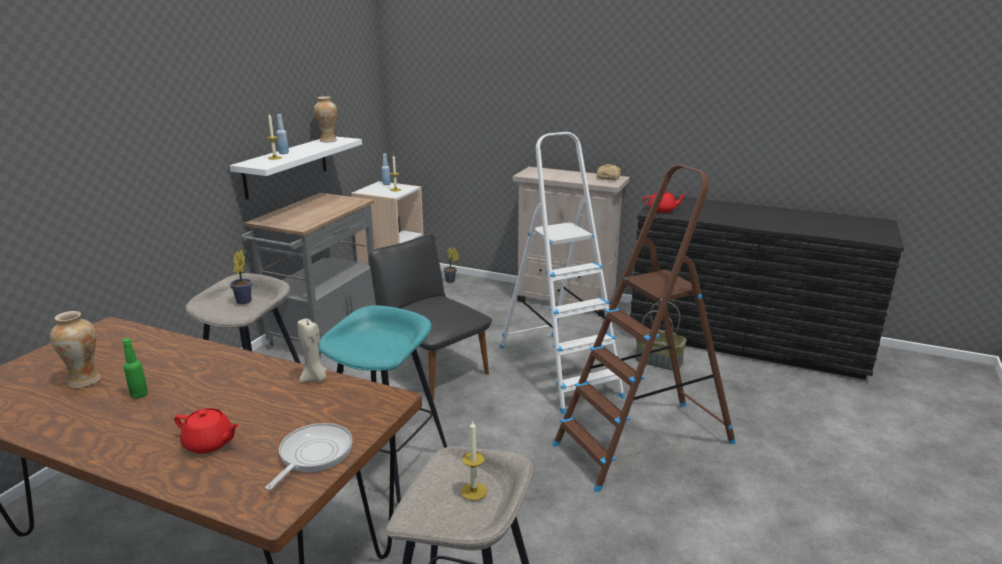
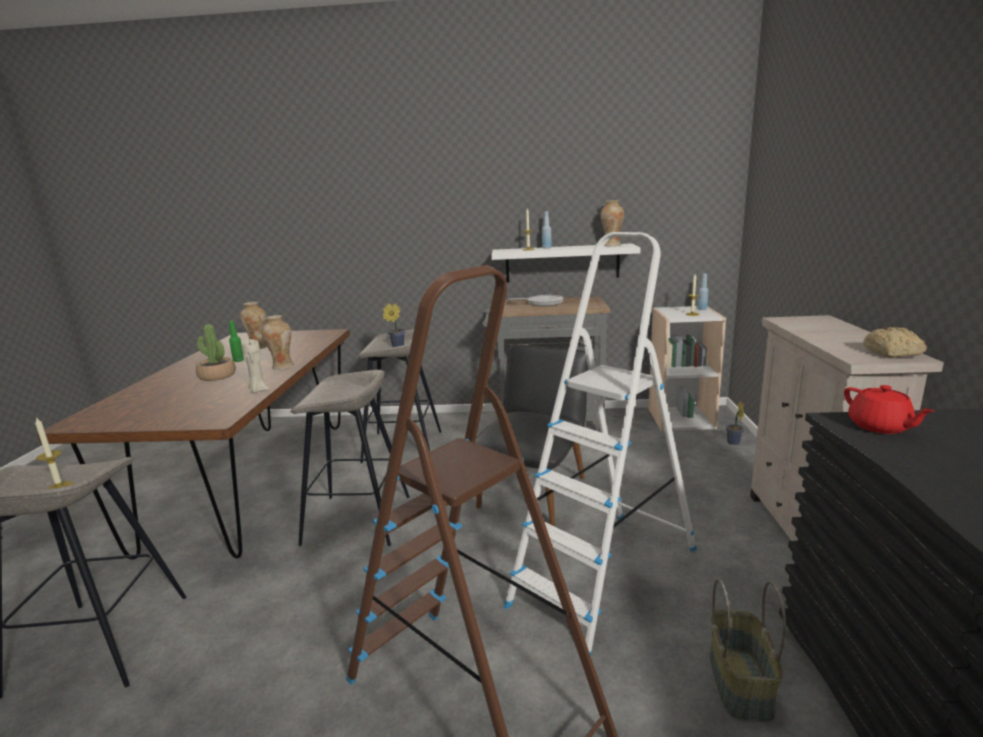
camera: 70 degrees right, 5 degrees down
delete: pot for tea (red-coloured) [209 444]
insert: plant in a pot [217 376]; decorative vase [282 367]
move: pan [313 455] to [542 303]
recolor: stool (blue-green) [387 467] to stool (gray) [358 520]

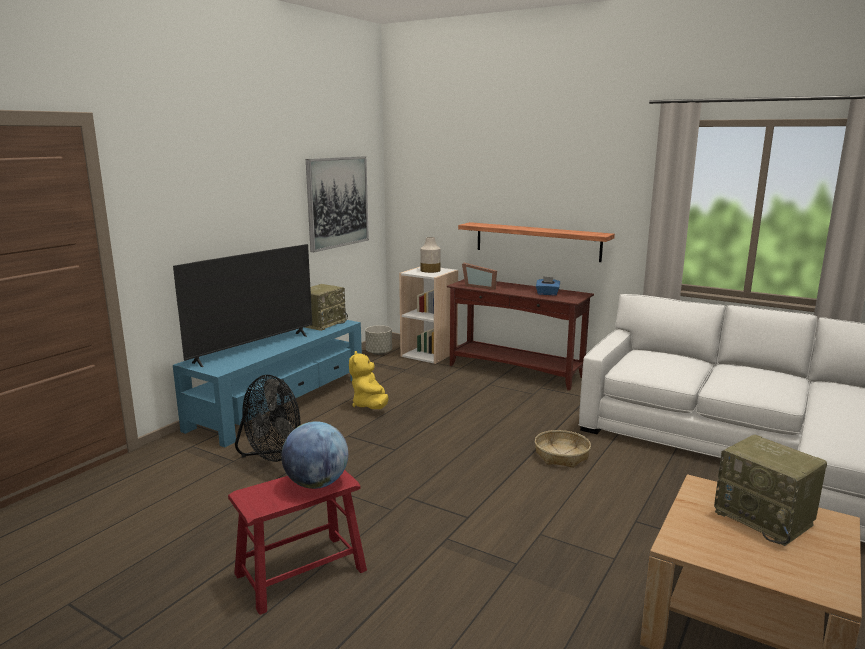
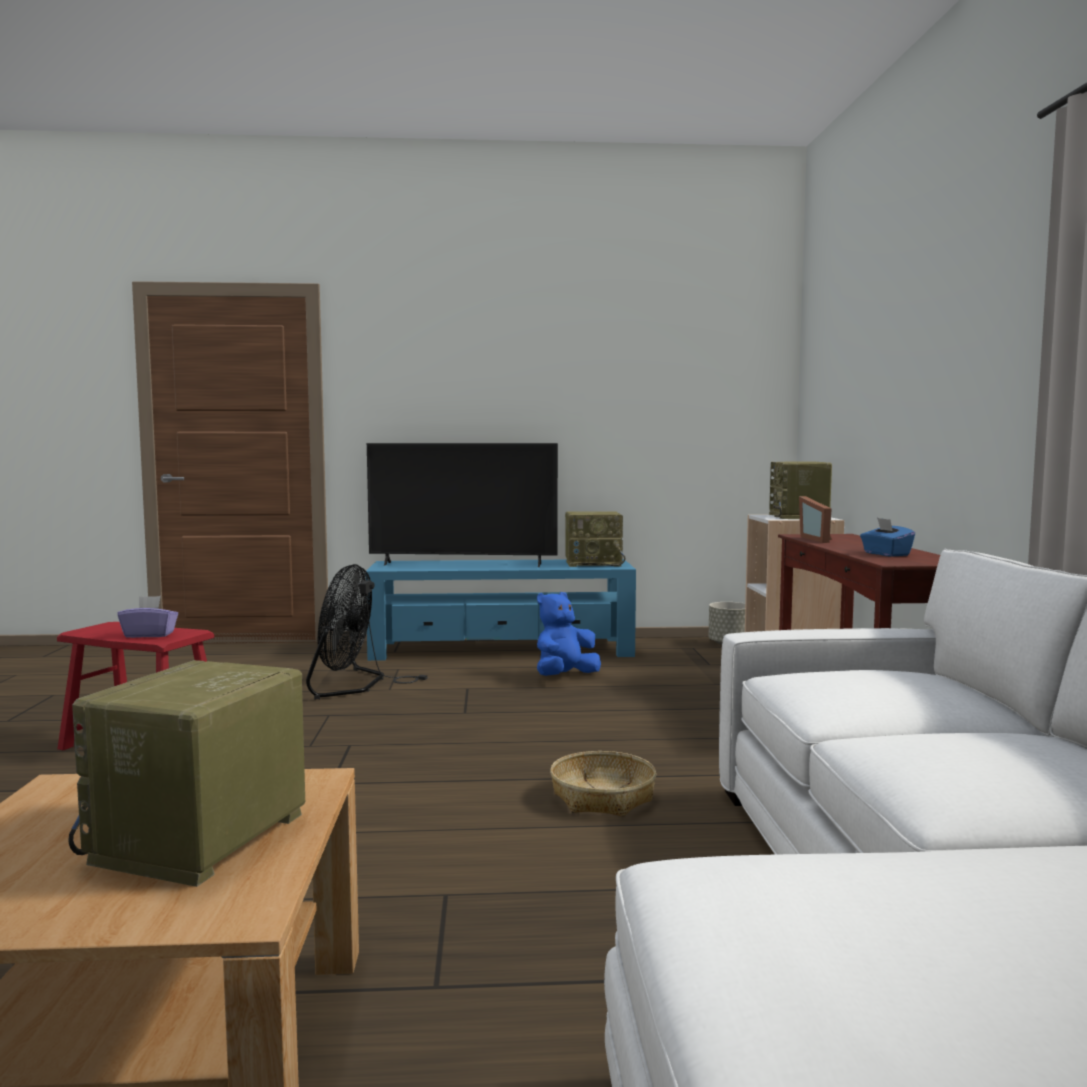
camera: 55 degrees right, 10 degrees down
delete: picture [337 202]; bracket shelf [537 241]
replace: globe [316 484] to tissue box (purple) [149 635]; decorative vase (sand-coloured) [430 270] to radio [799 517]
recolor: soft toy (yellow-coloured) [370 405] to soft toy (blue) [564 677]

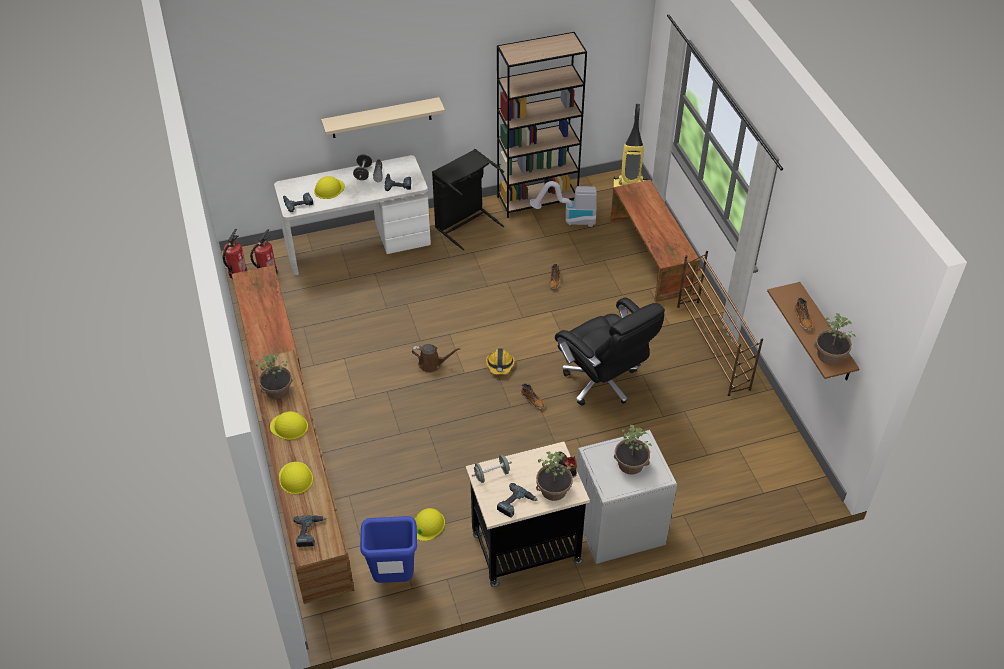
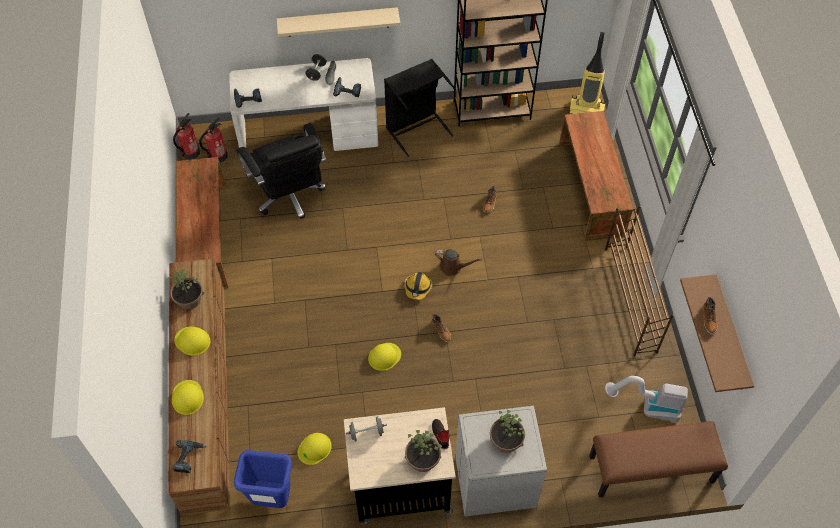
camera: 10 degrees right, 10 degrees up
delete: drill [516 504]; plant in a pot [829 355]
insert: indoor bench (brownish) [650 470]
move: computer chair (black-coloured) [603 384] to [291 198]; safety helmet (yellow-coloured) [329 189] to [384 356]; sprinkling can (brownish) [432 364] to [453 267]; hoover [568 219] to [647 407]

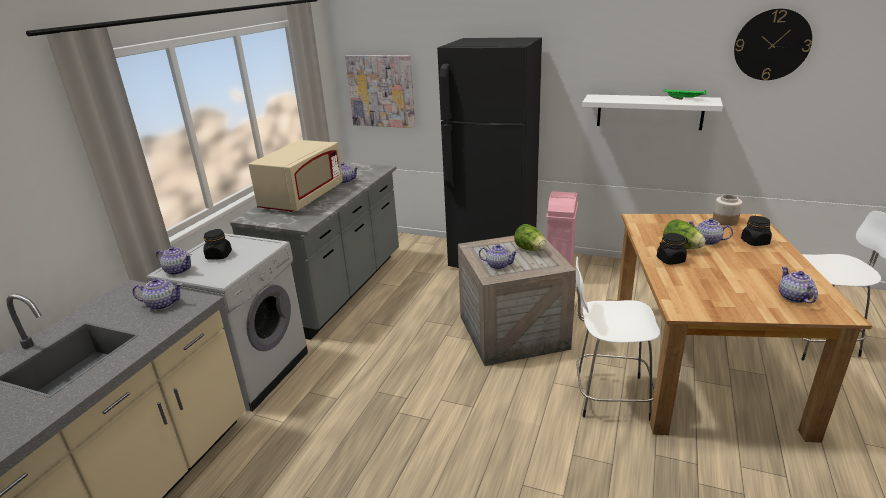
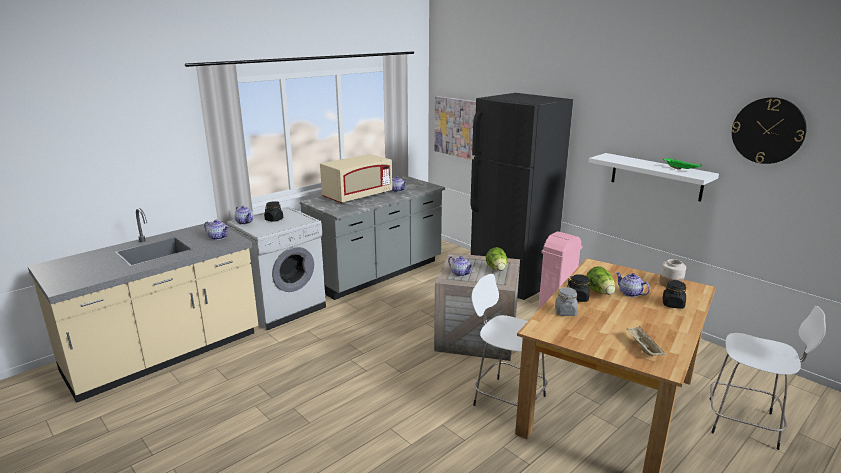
camera: 25 degrees right, 5 degrees down
insert: storage jar (gray) [565 312]
replace: pot for tea [794 298] to tray (sand-coloured) [643 348]

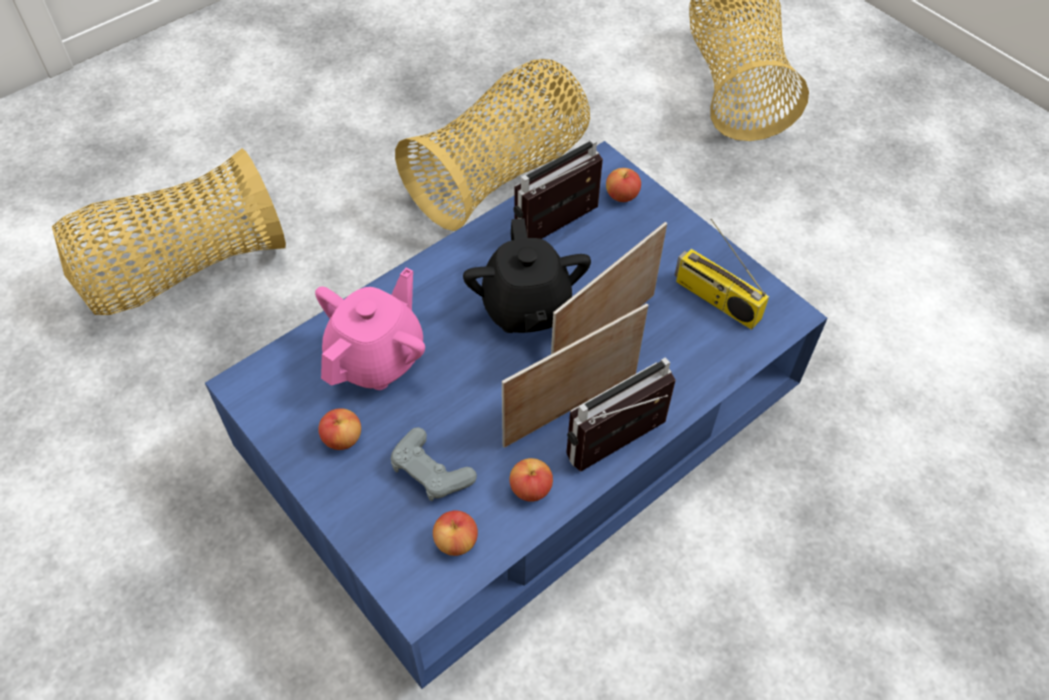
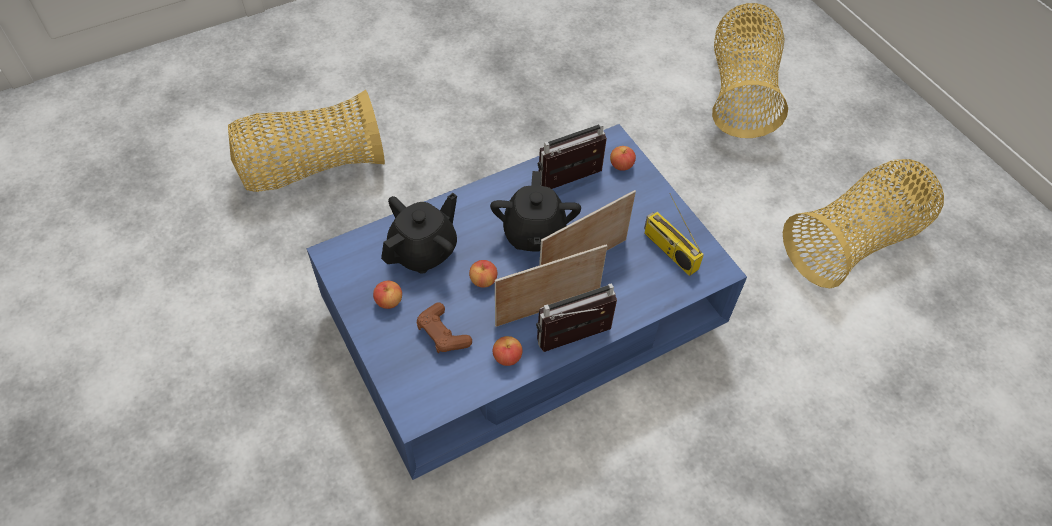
camera: 10 degrees right, 0 degrees up
move: apple [456 541] to [483 280]; household basket [500 175] to [853 242]
recolor: pot for tea (pink) [377 358] to pot for tea (black-coloured) [424 251]; gamepad (gray) [431 472] to gamepad (brownish) [442 334]

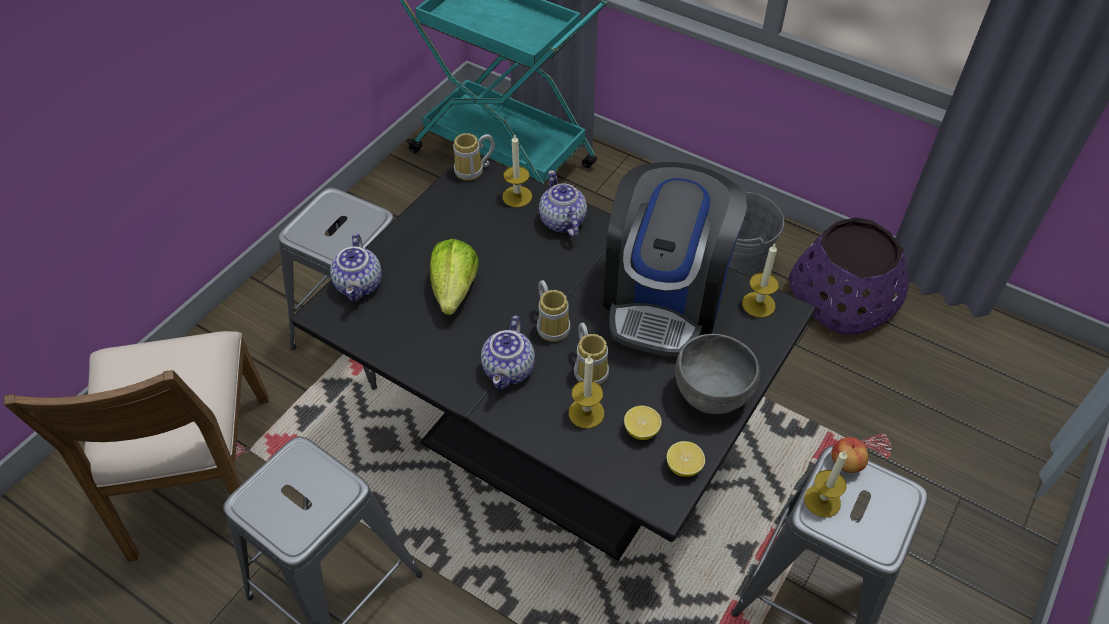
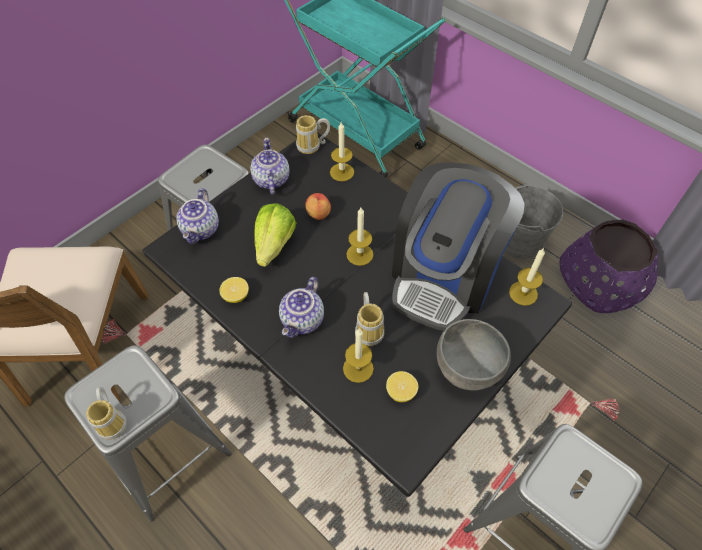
camera: 10 degrees right, 5 degrees up
move: coffee mug [553 325] to [114 421]; whole lemon [684 466] to [236 296]; pot for tea [562 221] to [271 180]; apple [846 464] to [318 214]; candle [822 501] to [359 254]

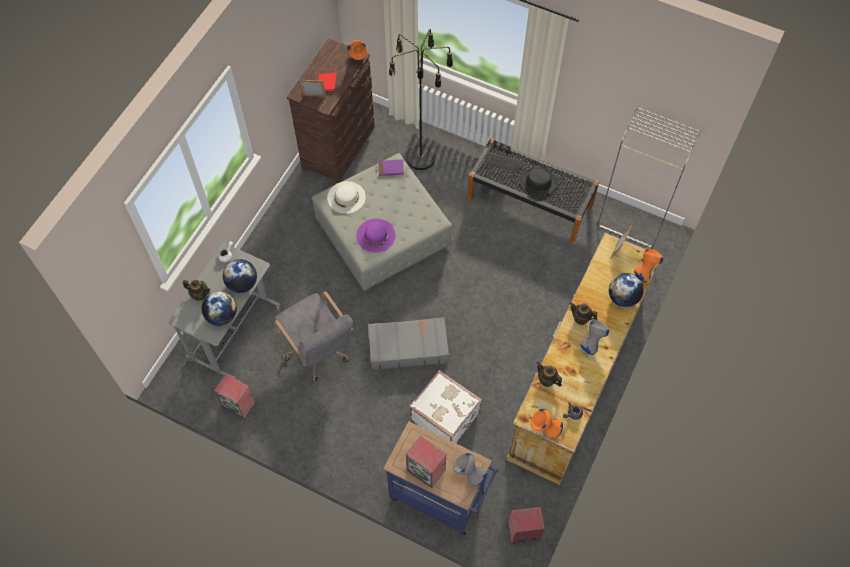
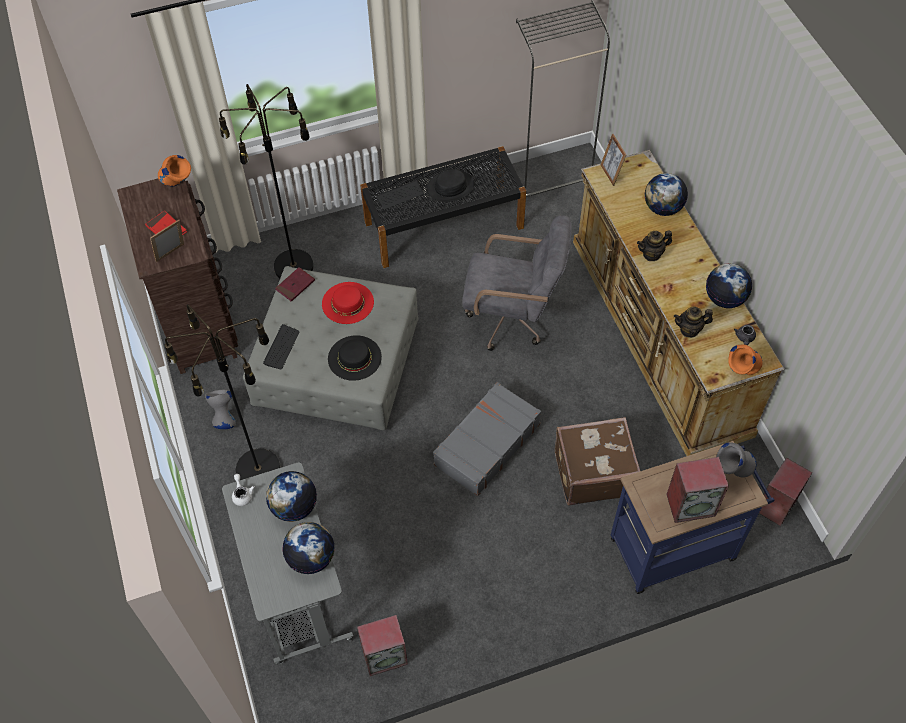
camera: 45 degrees left, 5 degrees down
delete: pot for tea [199 294]; decorative vase (orange-coloured) [645 271]
insert: standing lamp [257 471]; wearable hat (red-coloured) [347 303]; globe [724 299]
move: decorative vase (gray) [591 343] to [224 418]; computer chair (gray) [319 354] to [512 321]
replace: wearable hat (white-coloured) [346 197] to computer keyboard [281 348]
recolor: book (purple) [391 168] to book (red-coloured) [295 285]; wearable hat (purple) [375 235] to wearable hat (black-coloured) [354 357]; suitcase (white-coloured) [445 415] to suitcase (brownish) [592 472]

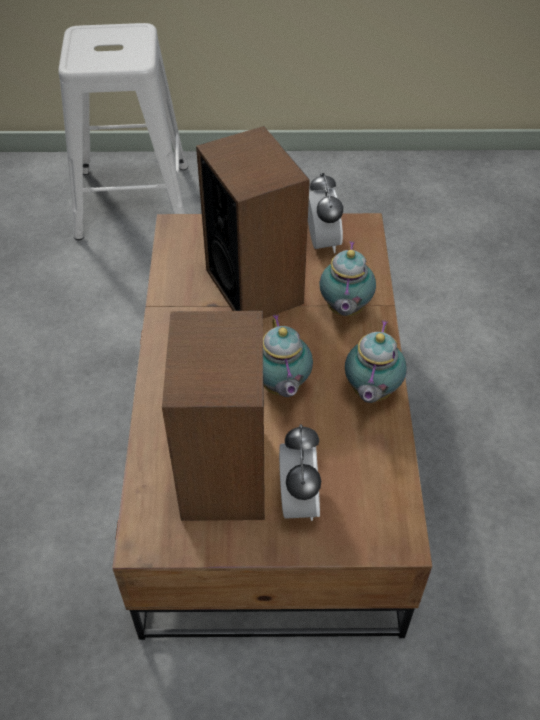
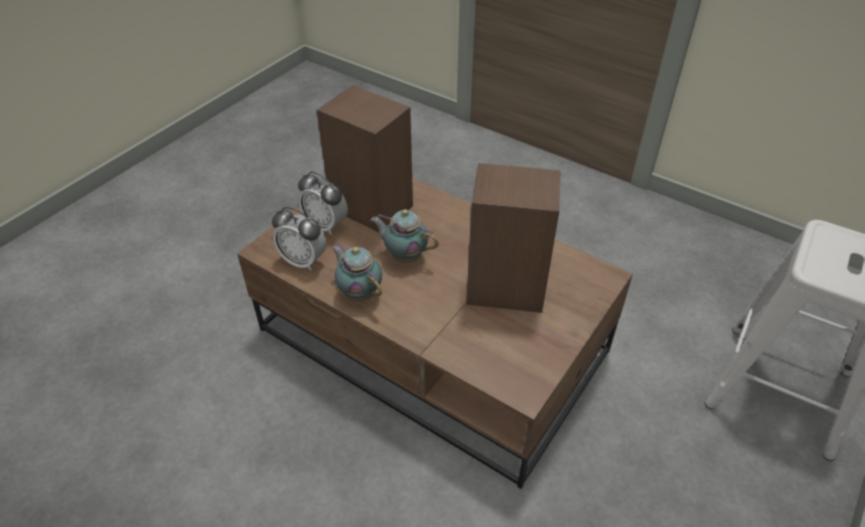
camera: 125 degrees right, 5 degrees down
delete: pot for tea [344 310]
move: bedside clock [322 242] to [303 260]

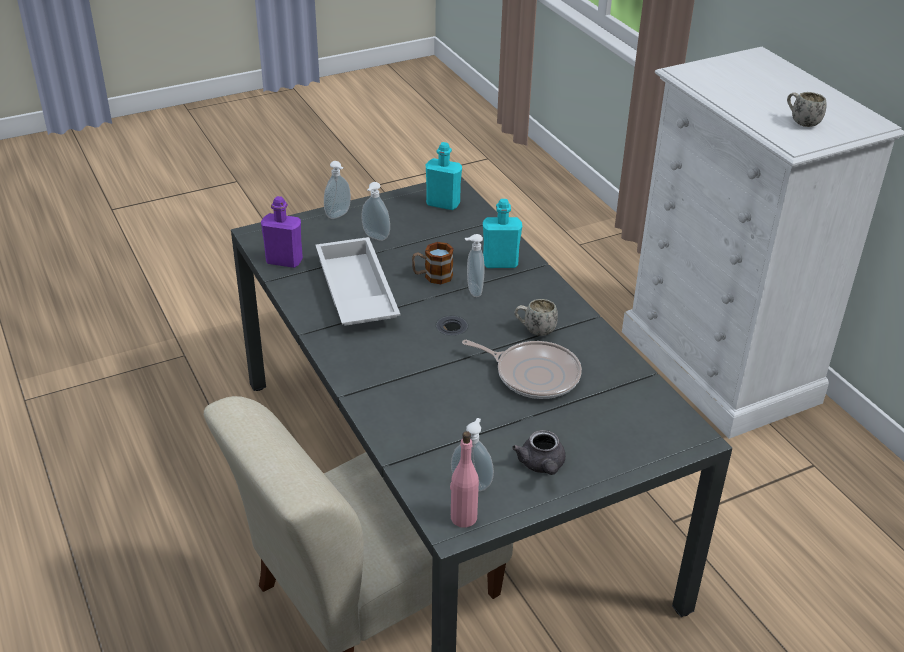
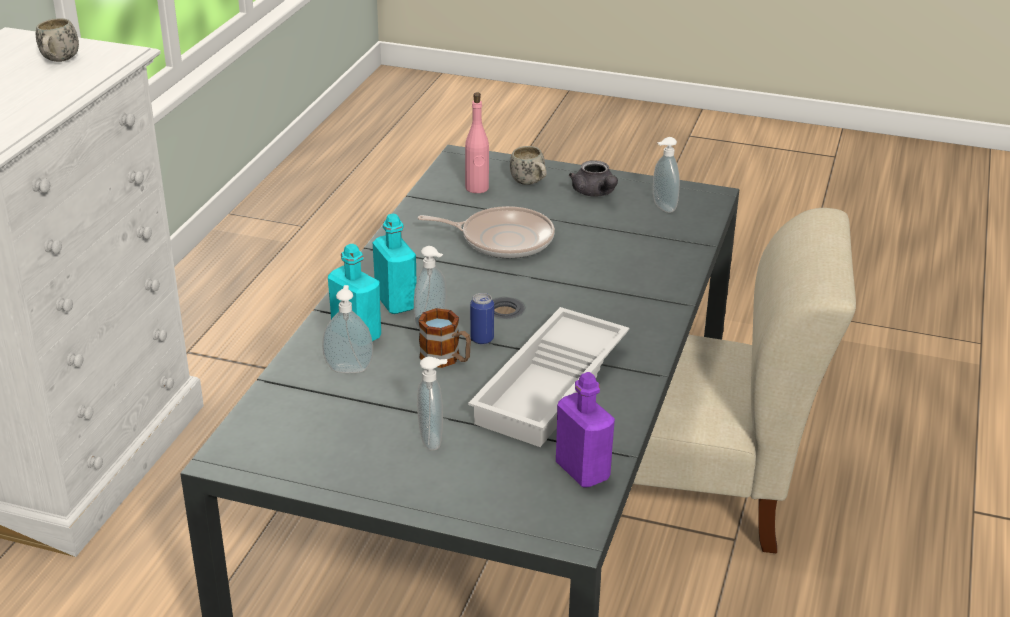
camera: 135 degrees left, 5 degrees down
insert: metal can [482 339]
move: soap dispenser [339 215] to [349 368]; bottle (blue-green) [443 204] to [396 302]; bottle (pink) [463 517] to [477 188]; coffee mug (white-coloured) [534 330] to [530 184]
rotate: pan [533 374] = [502 239] 120 degrees clockwise; pot for tea (gray) [542 466] = [595 193] 120 degrees clockwise

